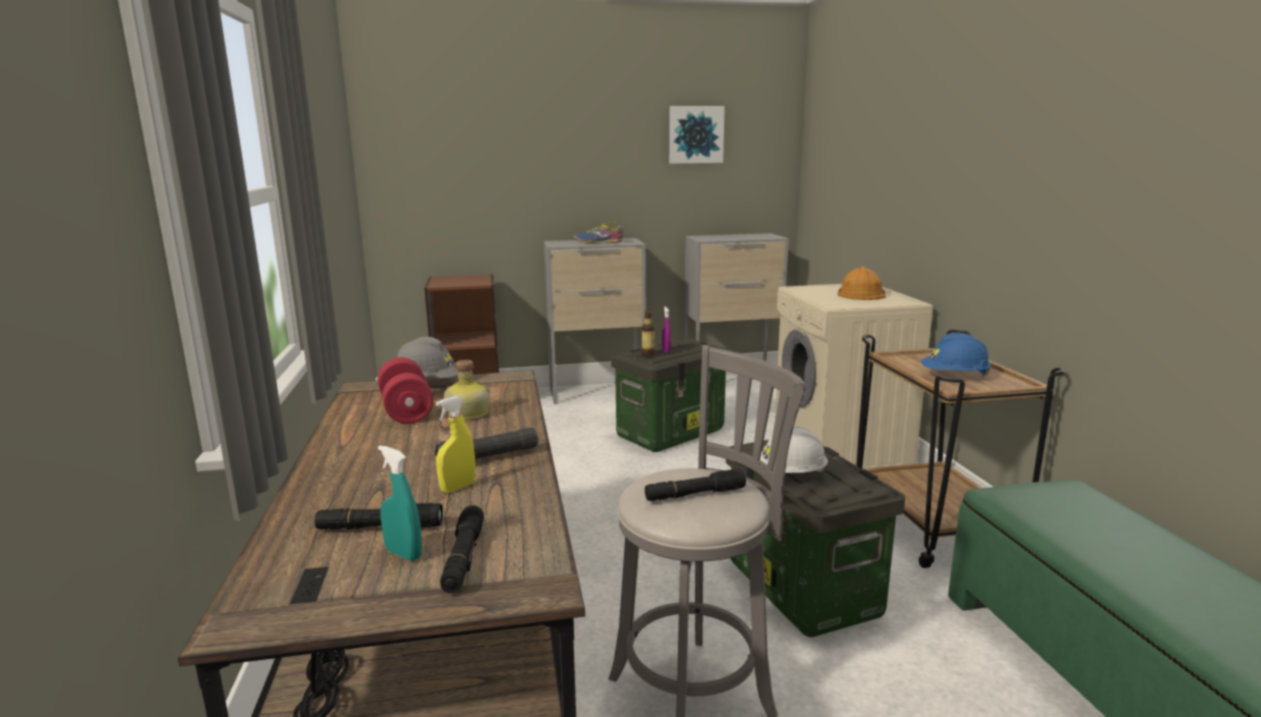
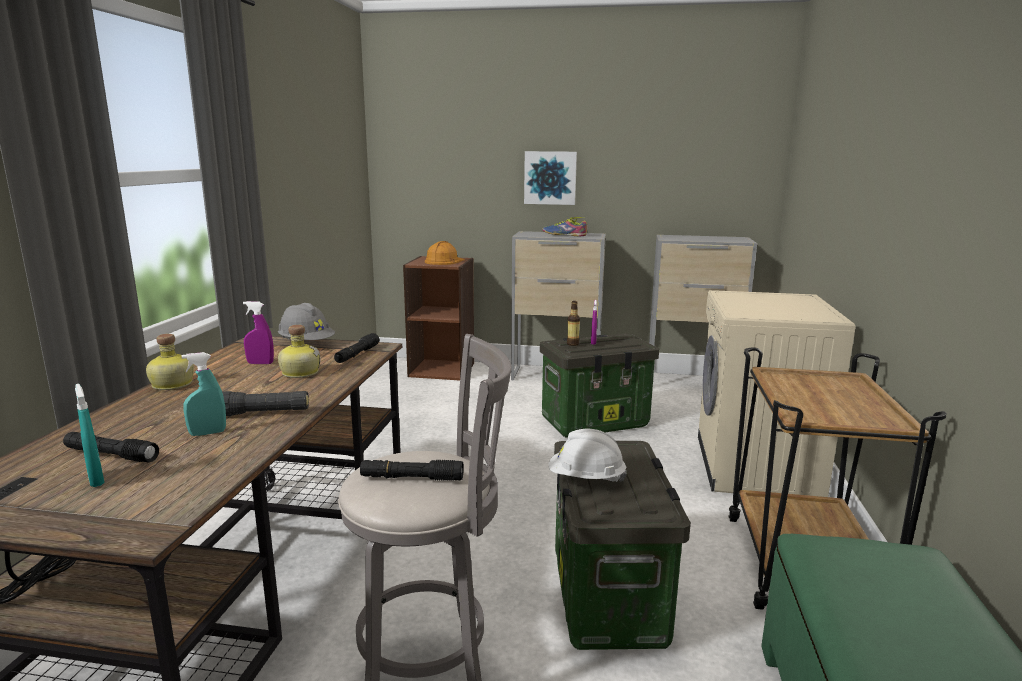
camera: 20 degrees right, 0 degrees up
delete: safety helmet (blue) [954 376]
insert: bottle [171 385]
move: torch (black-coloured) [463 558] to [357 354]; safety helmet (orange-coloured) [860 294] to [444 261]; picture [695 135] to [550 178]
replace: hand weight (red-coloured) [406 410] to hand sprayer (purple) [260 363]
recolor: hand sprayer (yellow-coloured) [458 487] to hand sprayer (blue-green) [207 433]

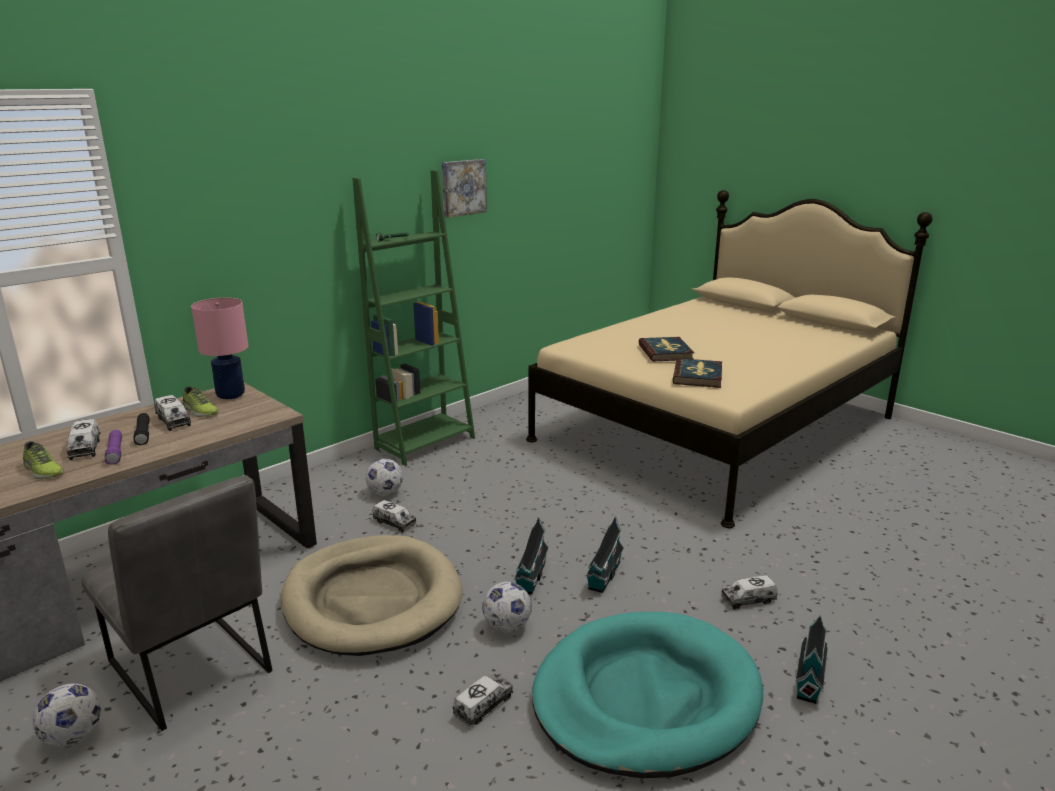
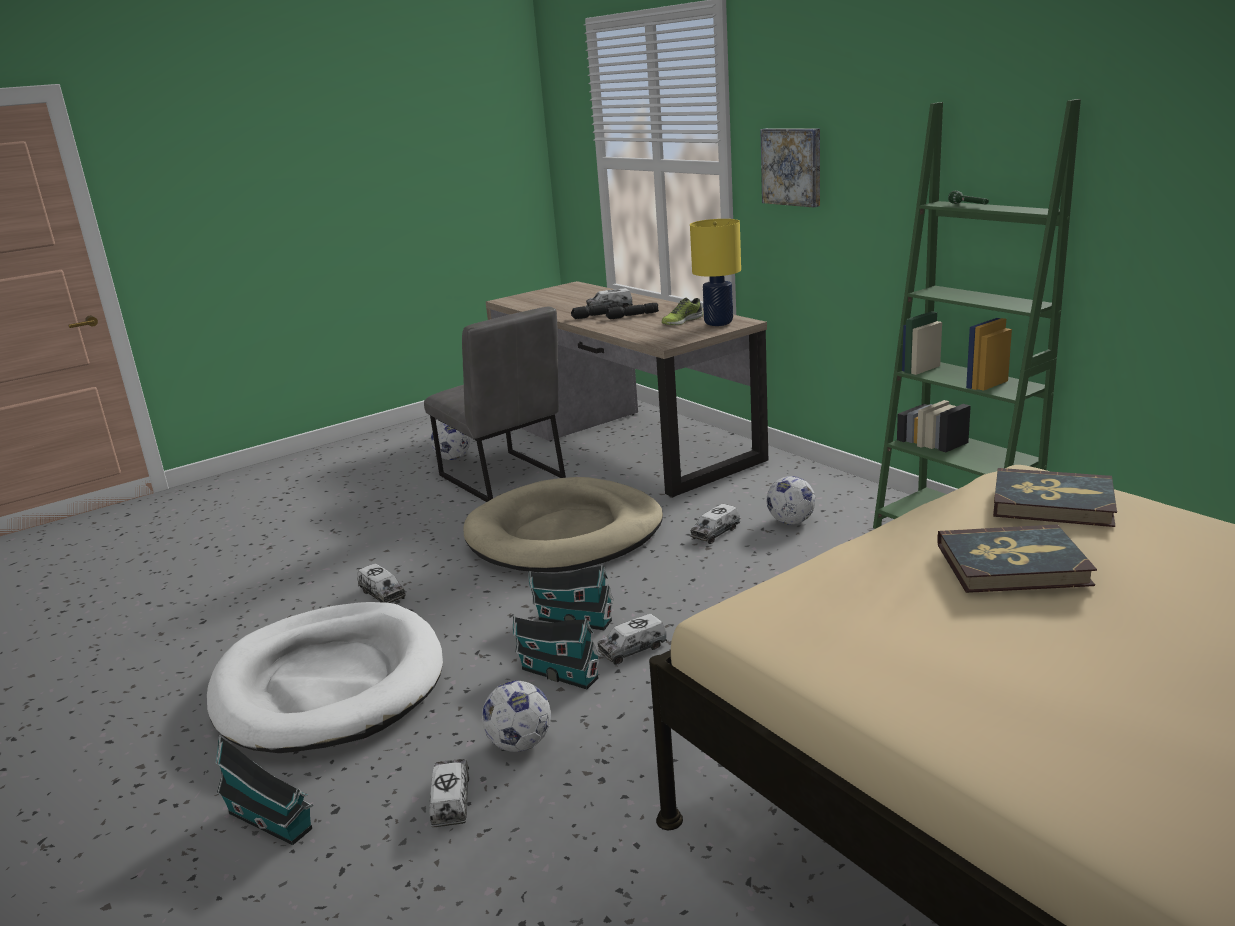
camera: 100 degrees right, 0 degrees up
delete: low shoe [42 471]
move: football ball [506 626] to [520 743]; toy truck [173 421] to [633 649]; picture [462 187] to [793 166]; book [698 376] to [1052 503]
recolor: dog bed (blue-green) [645 698] to dog bed (white-coloured) [329 683]; torch (purple) [116 452] to torch (black-coloured) [597 316]; table lamp (pink) [231 396] to table lamp (yellow-coloured) [719 324]
rotate: plain chair (gray) [191 669] = [503 478] 90 degrees counterclockwise

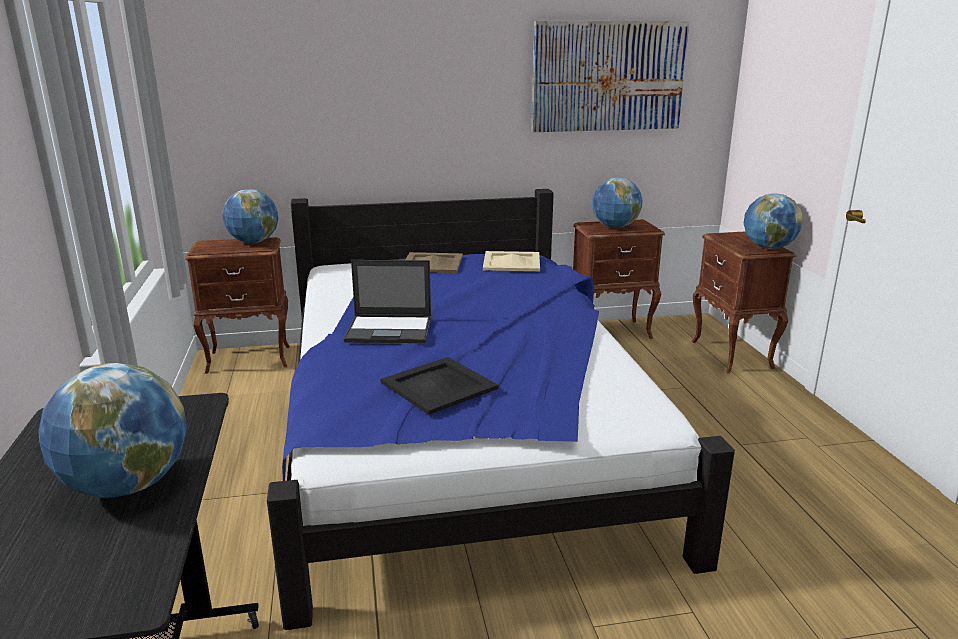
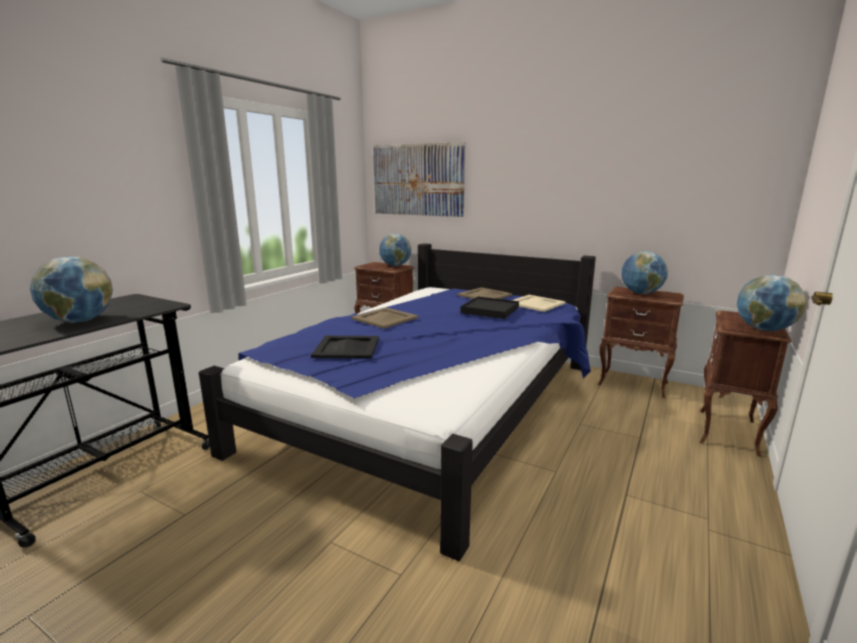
camera: 40 degrees right, 5 degrees down
insert: tray (black-coloured) [490 310]
move: picture [608 76] to [418 180]
replace: portable computer [390 330] to tray (sand-coloured) [385 318]

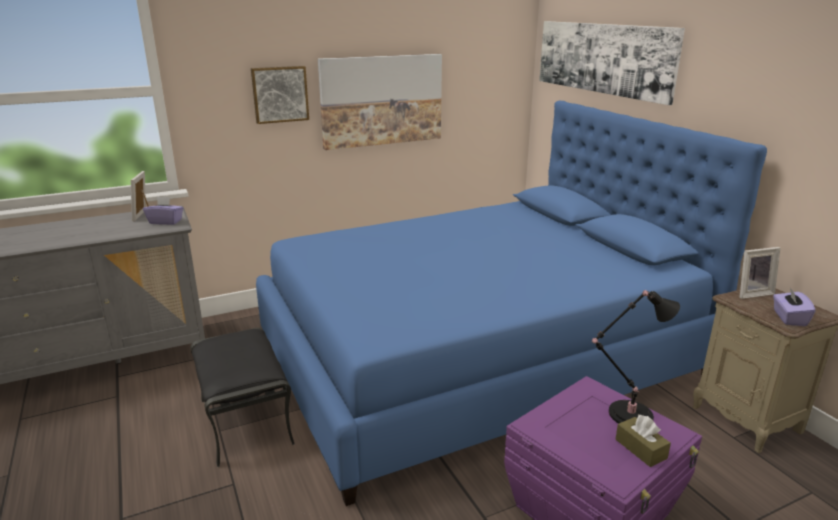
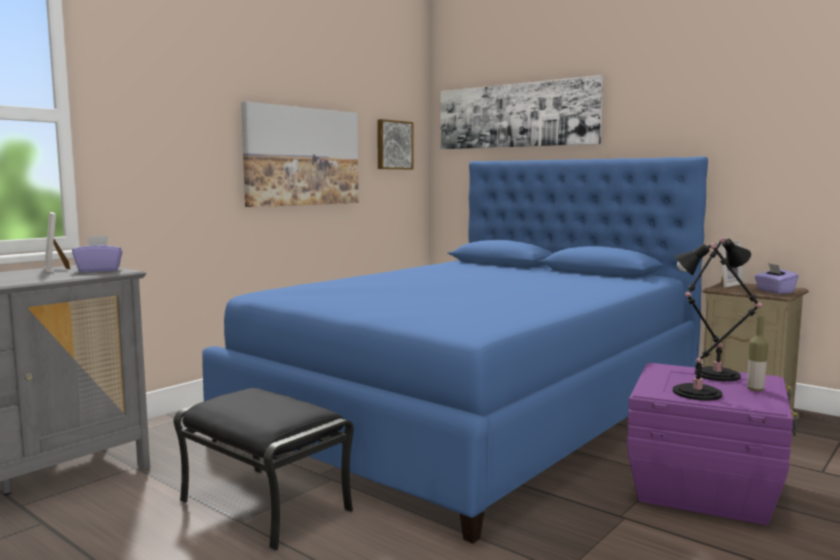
camera: 25 degrees left, 15 degrees down
insert: table lamp (black-coloured) [701 393]
move: picture [280 94] to [393 145]
replace: tissue box (brownish) [640 449] to bottle [755 389]

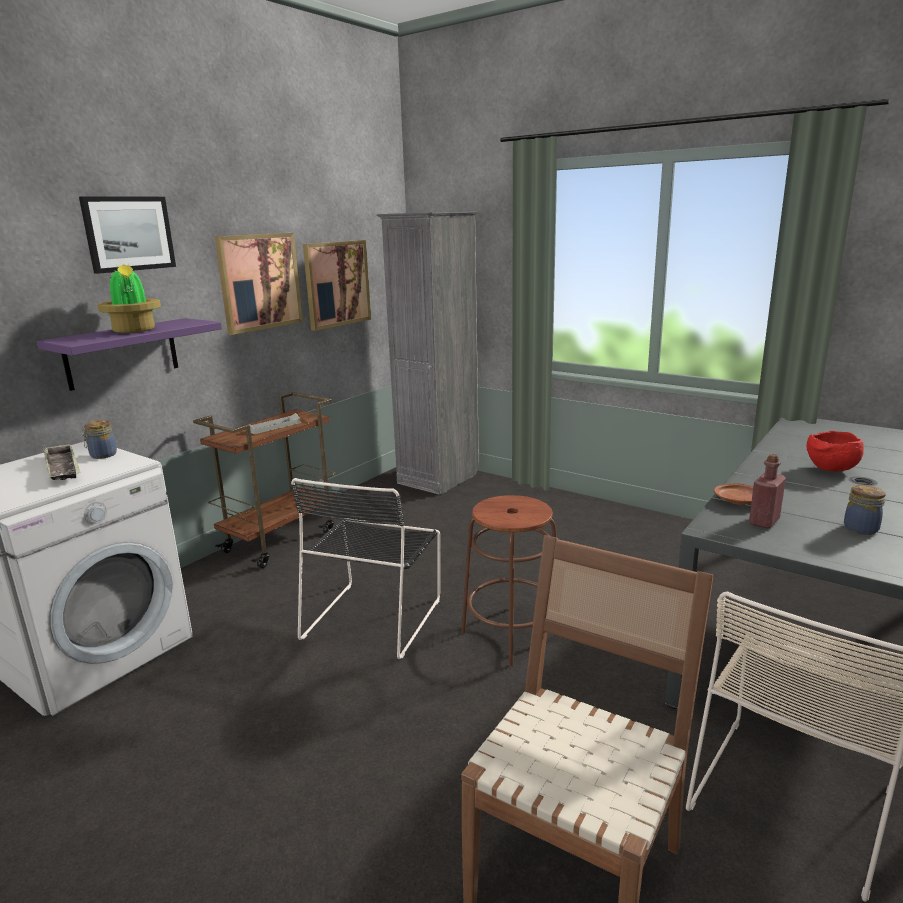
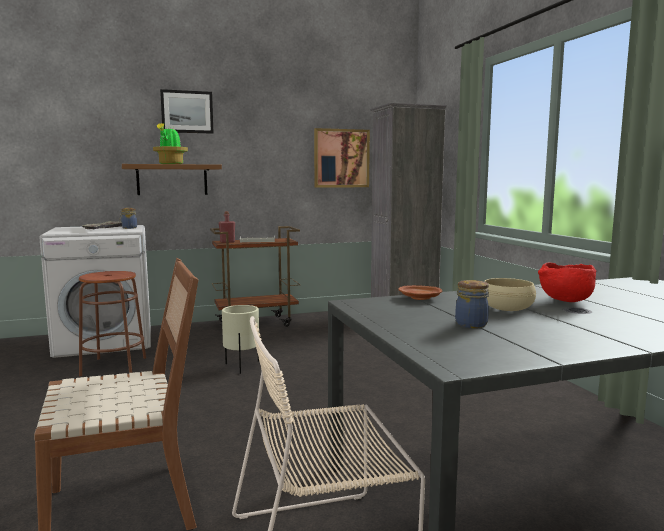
camera: 35 degrees right, 10 degrees down
delete: picture [259 282]
insert: deep dish (sand-coloured) [507 308]
move: stool (brownish) [511 634] to [114 366]; bottle (red-coloured) [764 521] to [227 242]
replace: plain chair (black-coloured) [374 616] to planter (sand-coloured) [241 366]
recolor: bracket shelf (purple) [122 353] to bracket shelf (brownish) [172 180]

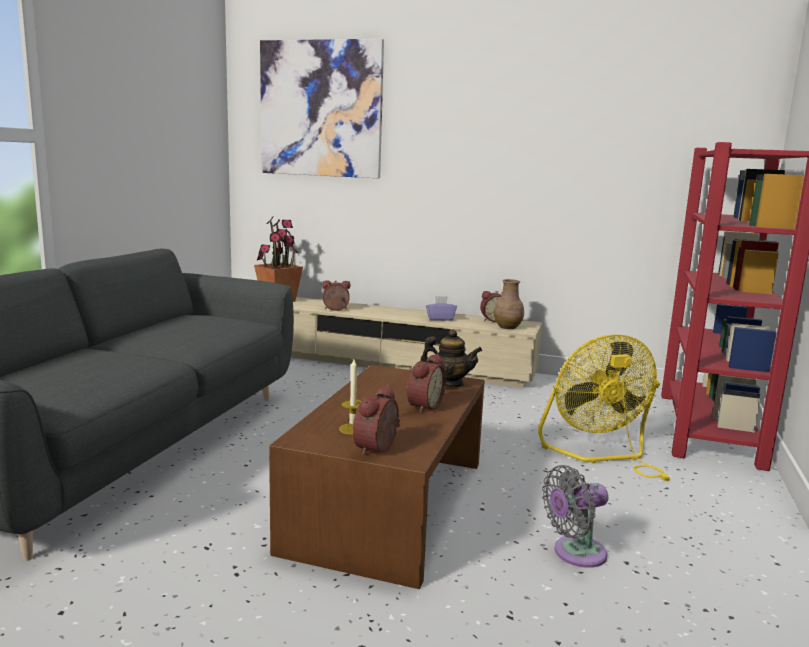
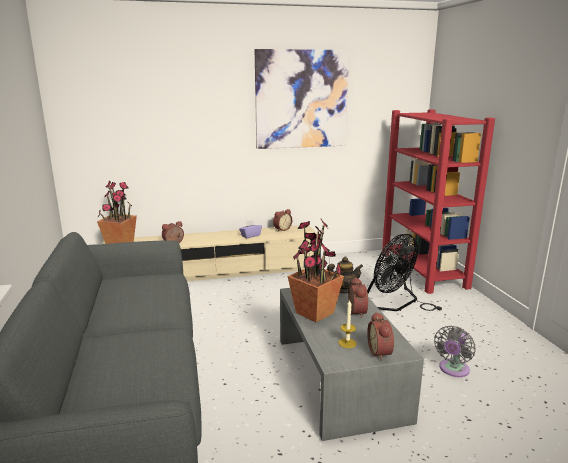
camera: 30 degrees left, 5 degrees up
delete: decorative vase (brownish) [508 327]
insert: plant in a pot [314 313]
move: picture [321 109] to [301 99]
recolor: low table (brownish) [387 503] to low table (gray) [338 377]; cooling fan (yellow-coloured) [608 454] to cooling fan (black-coloured) [400 302]

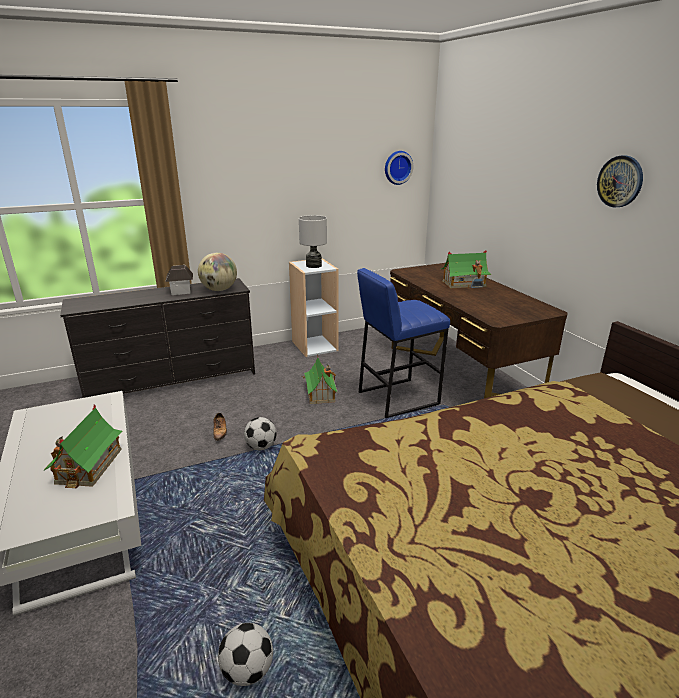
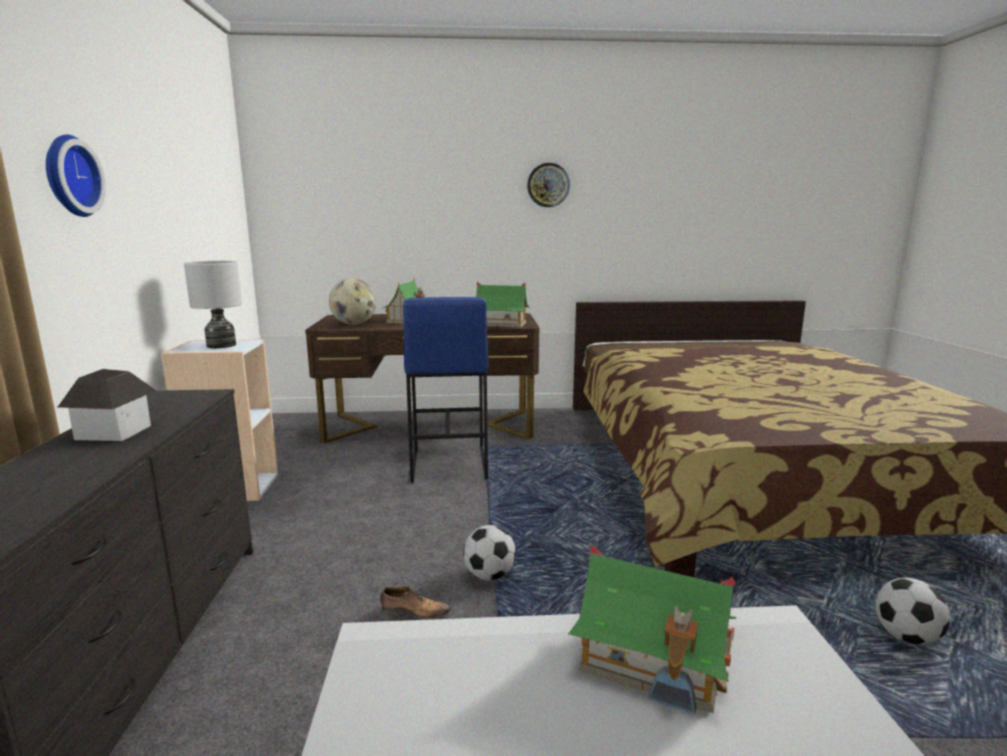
camera: 70 degrees left, 10 degrees down
move: hanging clock [397 167] to [68 176]; globe [219 290] to [354 324]; toy house [320 393] to [500 324]

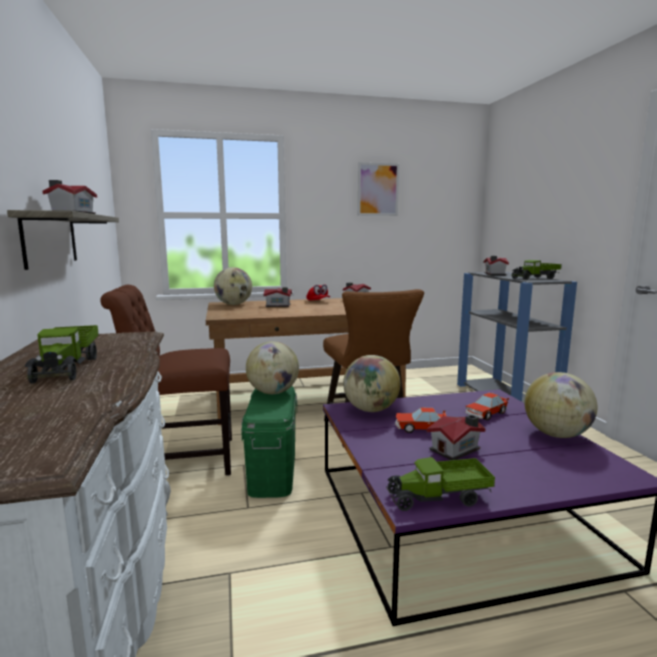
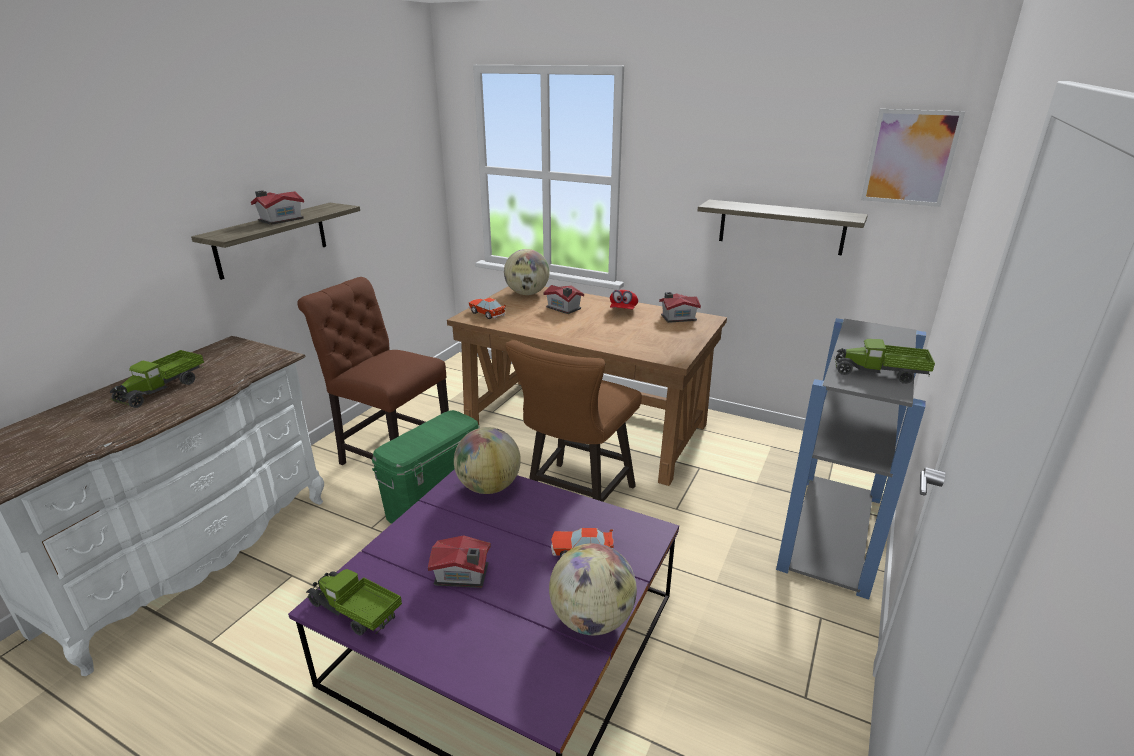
camera: 40 degrees right, 15 degrees up
delete: globe [273 392]; toy house [494 274]
insert: bracket shelf [781 227]
move: miniature car [420 428] to [487 313]; picture [378 189] to [910 157]

